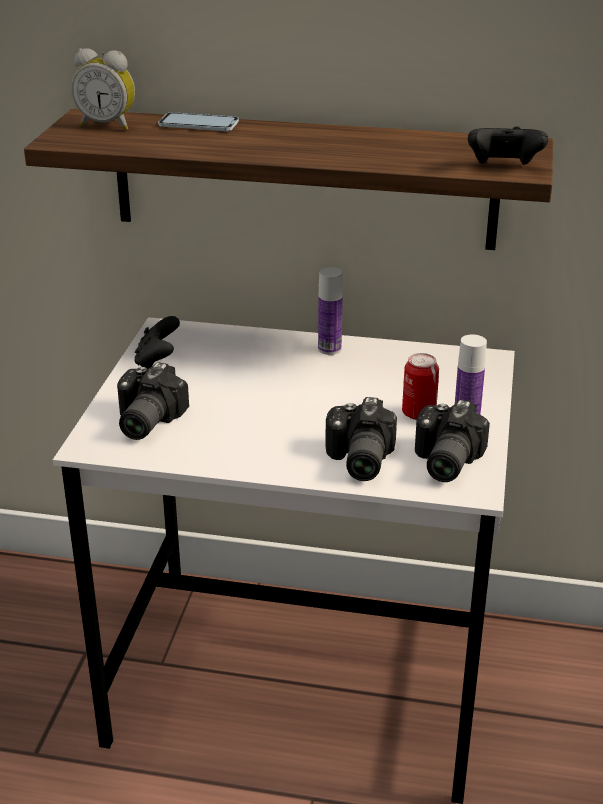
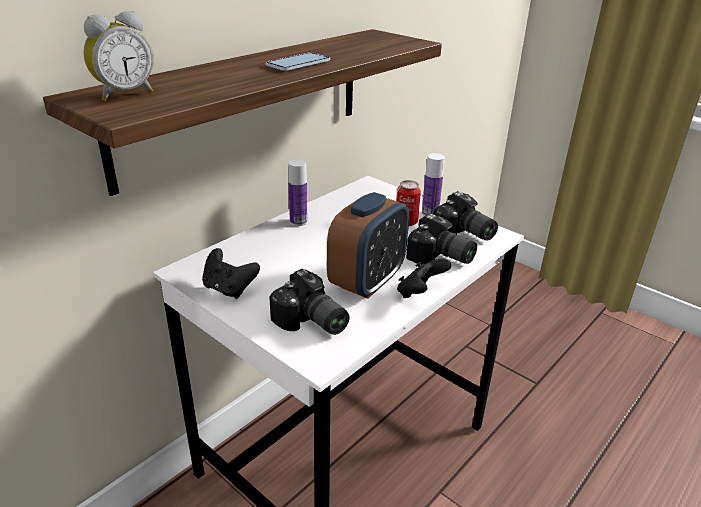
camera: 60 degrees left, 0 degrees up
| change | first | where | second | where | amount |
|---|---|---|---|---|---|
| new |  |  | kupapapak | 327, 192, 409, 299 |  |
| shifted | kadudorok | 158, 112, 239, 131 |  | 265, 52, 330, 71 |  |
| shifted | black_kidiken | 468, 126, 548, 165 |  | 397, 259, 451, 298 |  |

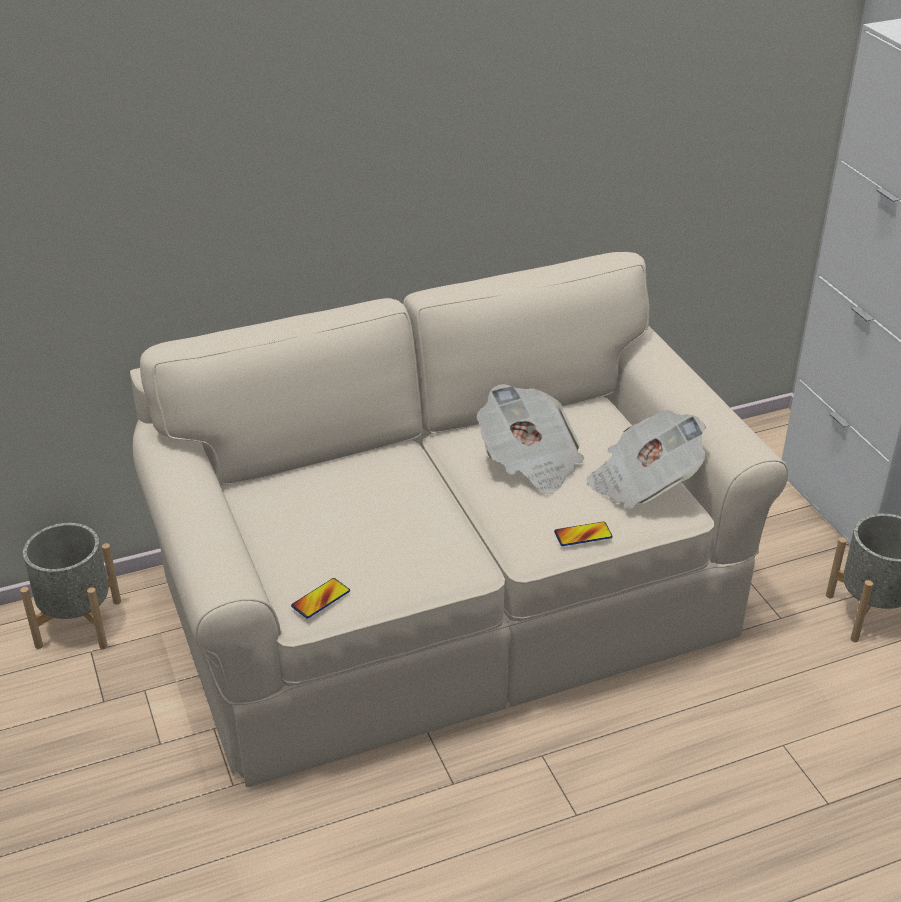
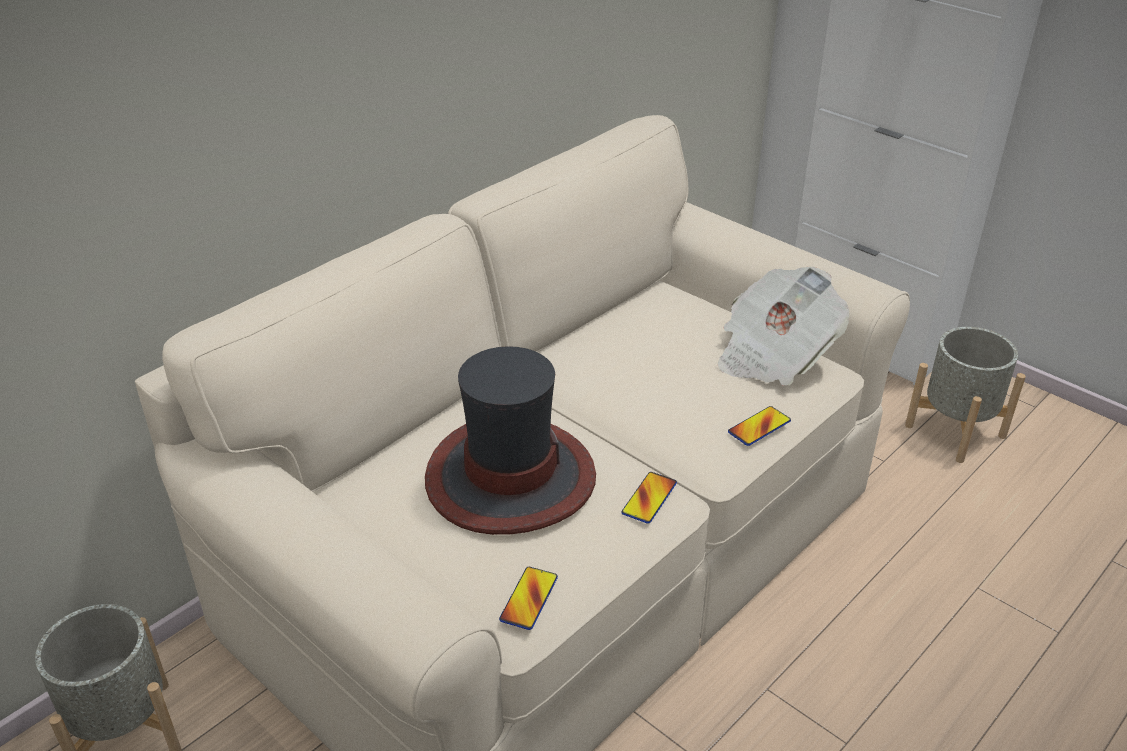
camera: 25 degrees left, 0 degrees up
| change | first | where | second | where | amount |
|---|---|---|---|---|---|
| gone | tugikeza | 477, 384, 585, 494 |  |  |  |
| new |  |  | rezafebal | 425, 346, 596, 535 |  |
| new |  |  | kadudorok | 621, 472, 677, 524 |  |

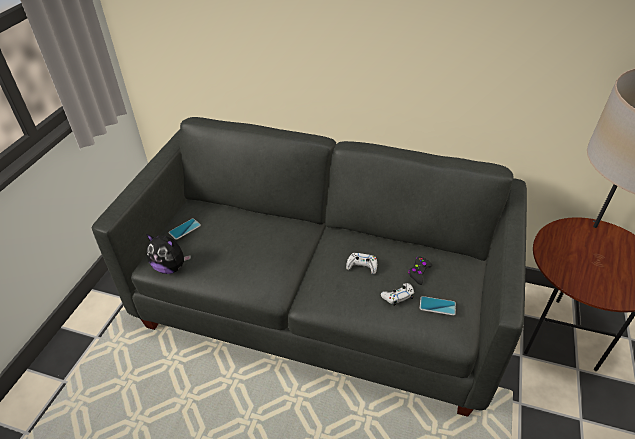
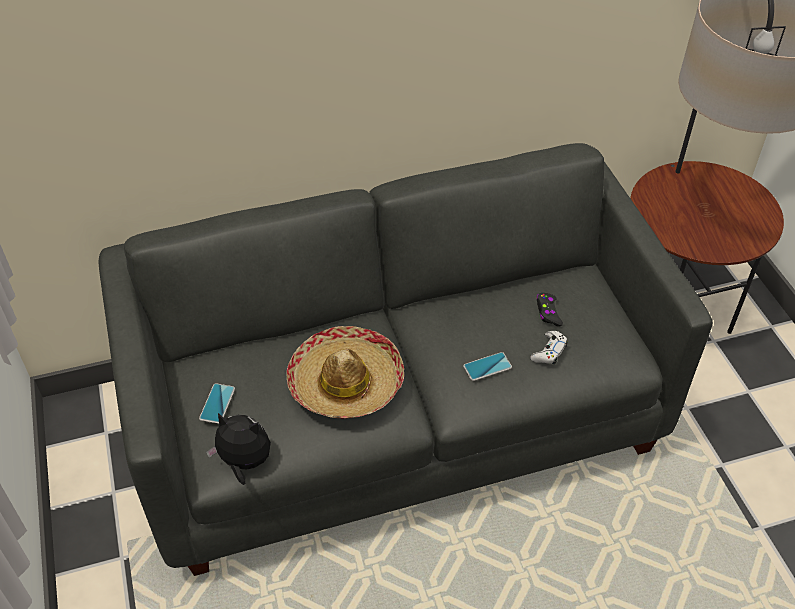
camera: 35 degrees left, 5 degrees up
| change | first | where | second | where | amount |
|---|---|---|---|---|---|
| gone | white_kidiken | 346, 253, 377, 274 |  |  |  |
| new |  |  | rezafebal | 286, 326, 404, 419 |  |
| shifted | kadudorok | 420, 296, 456, 315 |  | 463, 352, 512, 381 |  |
| rotated | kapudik | 146, 234, 191, 274 |  | 206, 413, 271, 485 | 150 degrees counterclockwise |

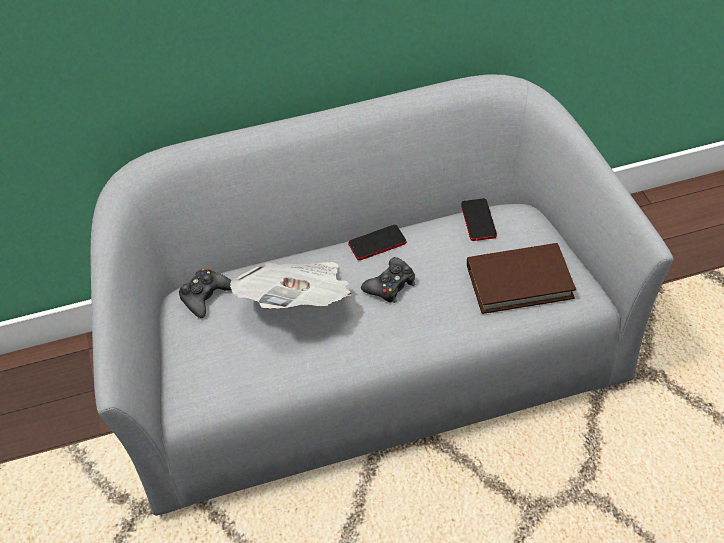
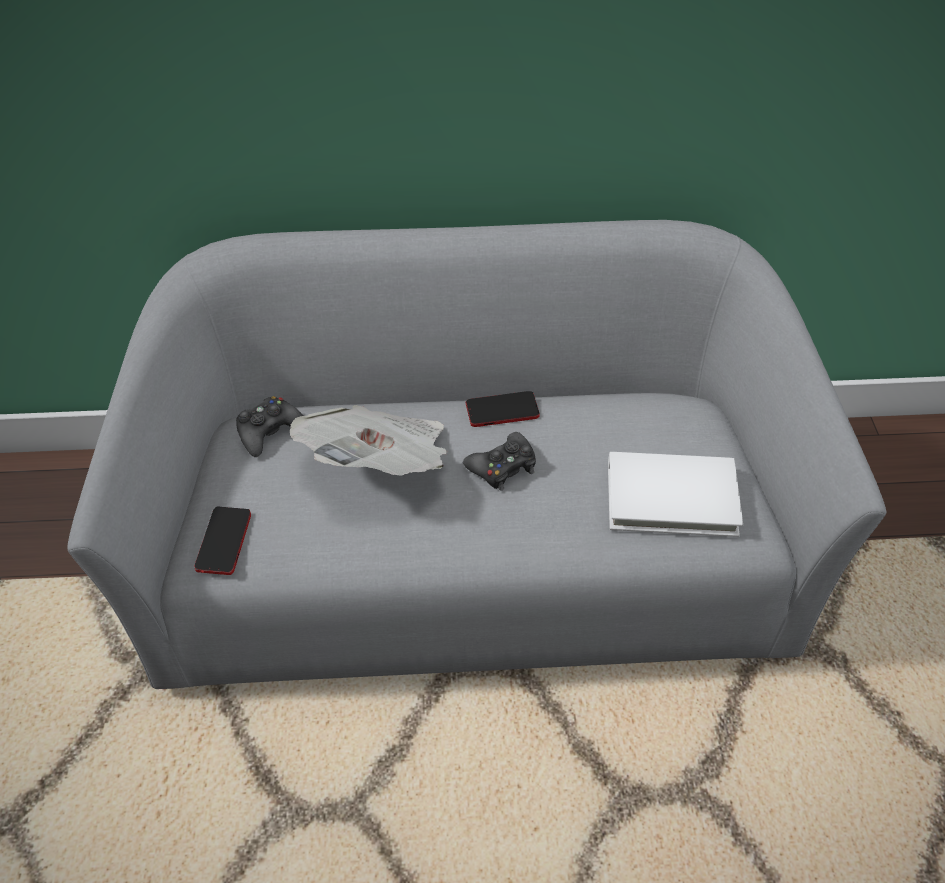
camera: 10 degrees right, 0 degrees up
| change | first | where | second | where | amount |
|---|---|---|---|---|---|
| shifted | kadudorok | 461, 198, 497, 241 |  | 195, 506, 251, 575 |  |
| repainted | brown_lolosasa | 467, 243, 576, 314 | white_lolosasa | 608, 452, 743, 537 |  |

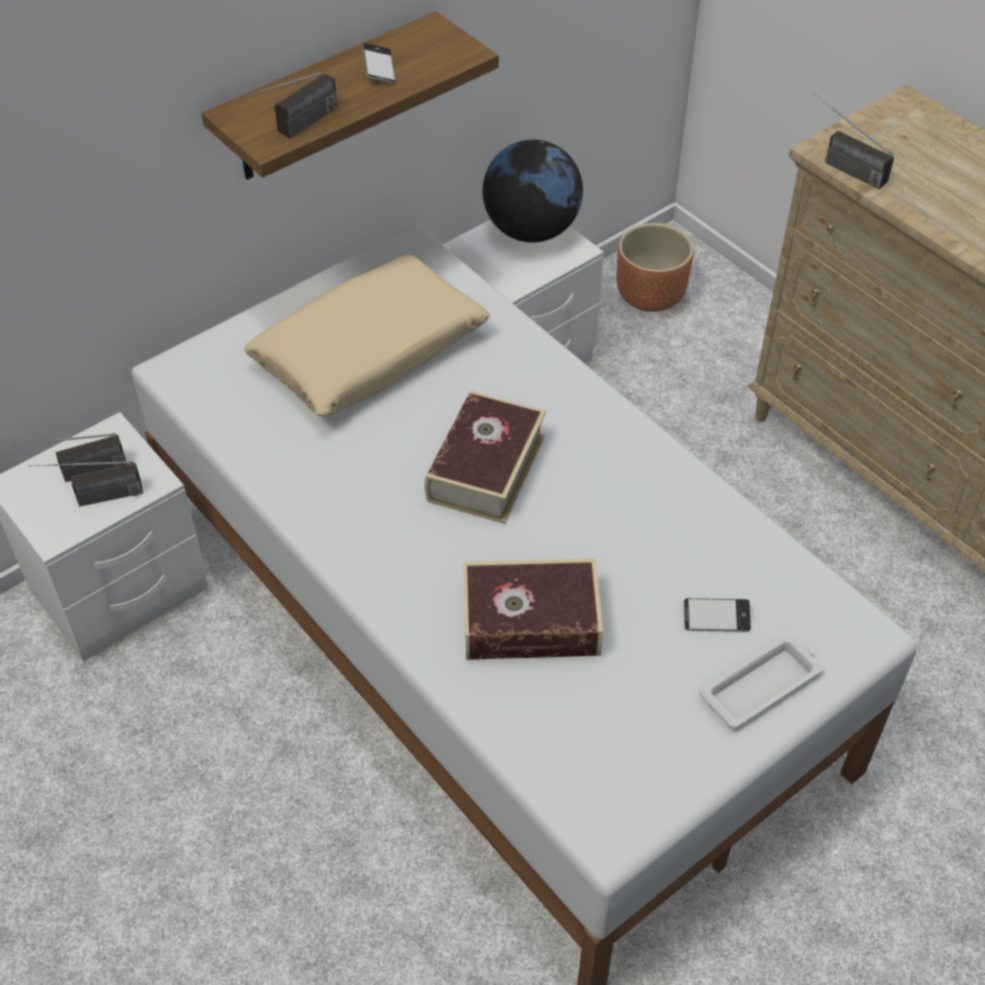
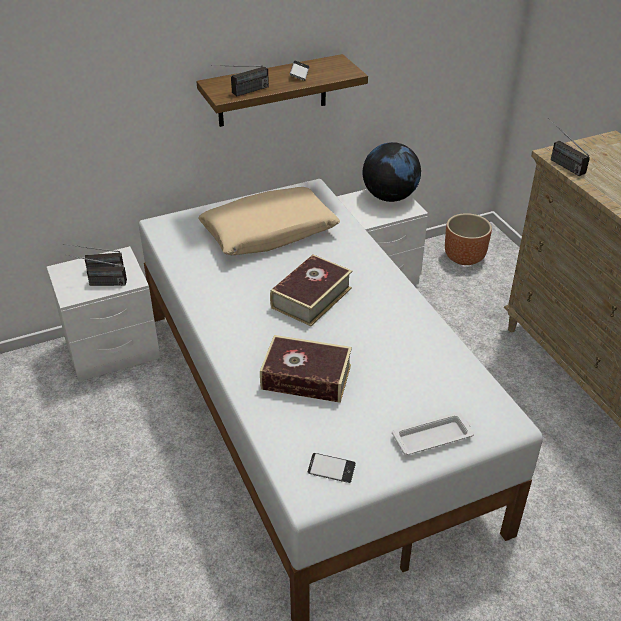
camera: 15 degrees right, 10 degrees down
| change | first | where | second | where | amount |
|---|---|---|---|---|---|
| shifted | kadudorok | 684, 598, 751, 631 |  | 308, 453, 356, 483 |  |

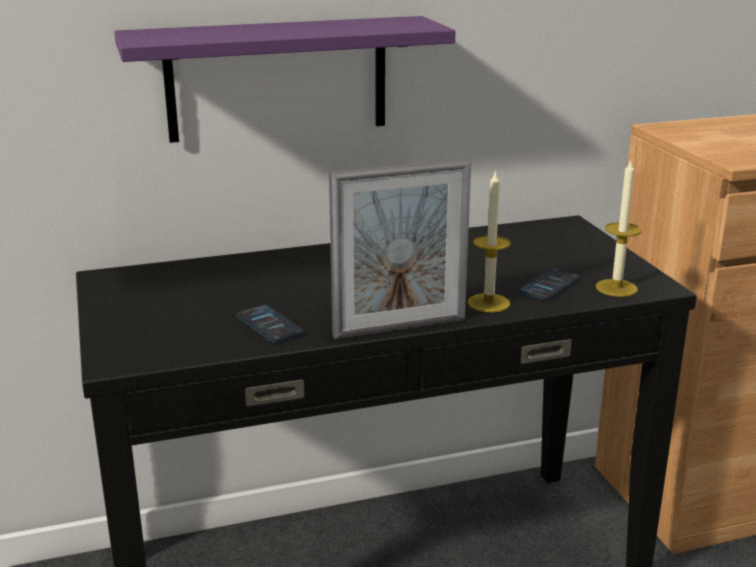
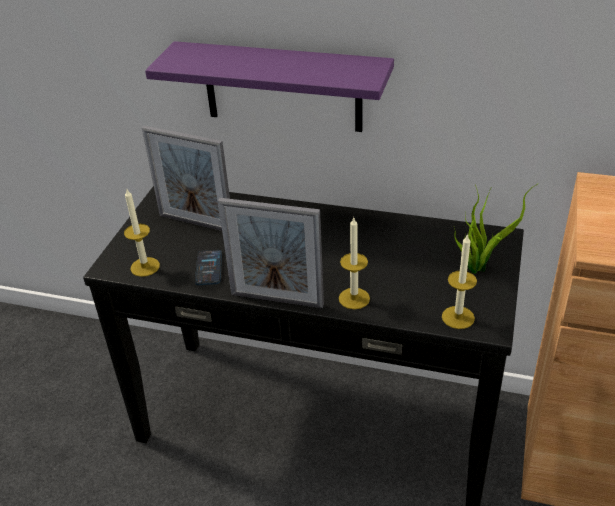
camera: 35 degrees right, 15 degrees up
| change | first | where | second | where | amount |
|---|---|---|---|---|---|
| gone | kadudorok | 519, 268, 580, 300 |  |  |  |
| new |  |  | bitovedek | 124, 189, 160, 277 |  |
| new |  |  | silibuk | 142, 126, 230, 231 |  |
| new |  |  | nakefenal | 454, 183, 539, 274 |  |

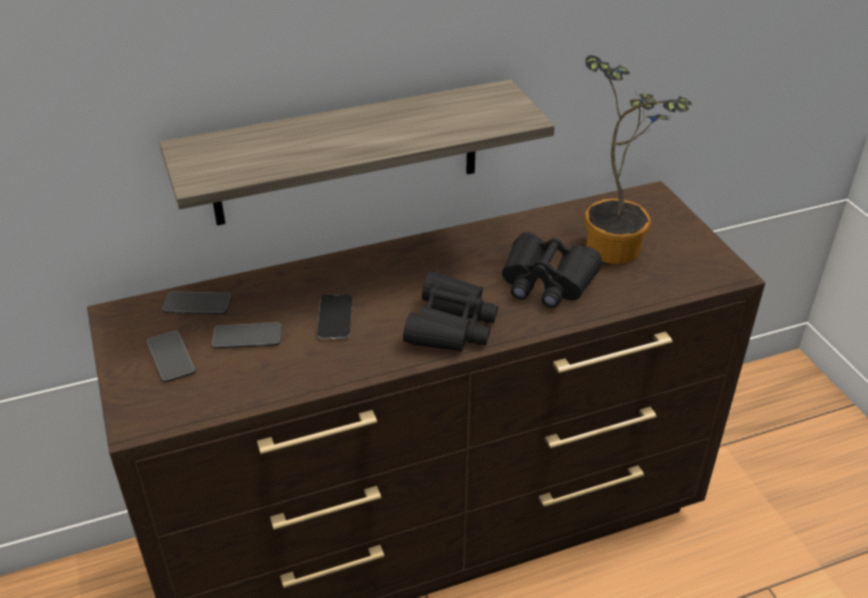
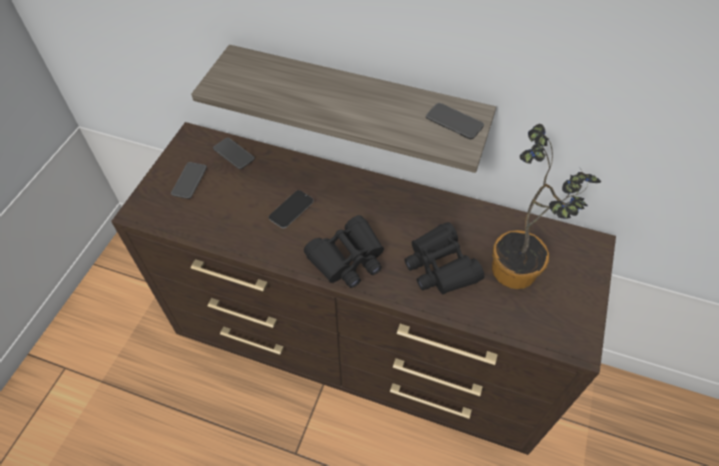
camera: 40 degrees right, 15 degrees up
| change | first | where | second | where | amount |
|---|---|---|---|---|---|
| shifted | kadudorok | 212, 322, 282, 349 |  | 426, 103, 484, 139 |  |

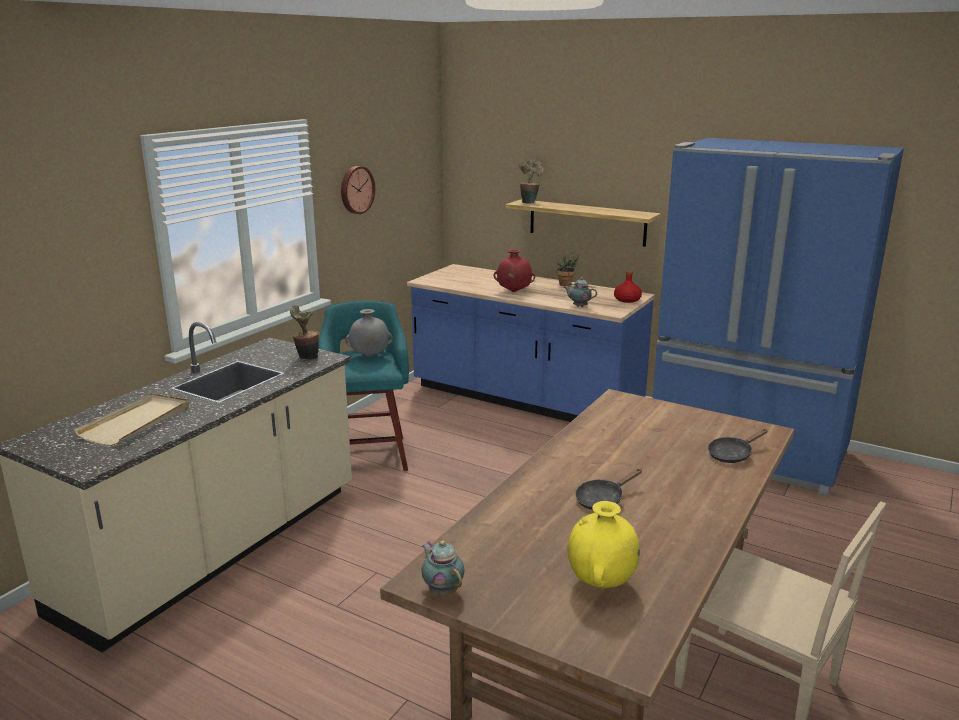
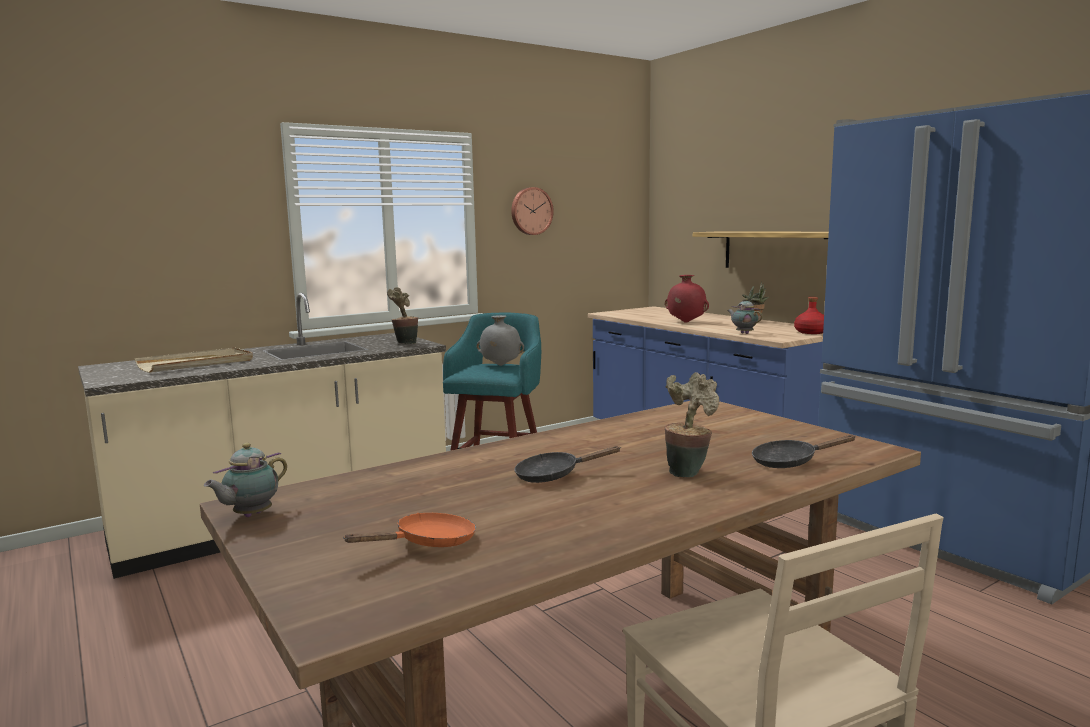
camera: 25 degrees right, 10 degrees down
| change | first | where | second | where | amount |
|---|---|---|---|---|---|
| shifted | nakefenal | 519, 160, 544, 204 |  | 665, 372, 720, 478 |  |
| swapped | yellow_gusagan | 567, 501, 640, 588 | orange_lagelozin | 343, 513, 476, 547 |  |
| rotated | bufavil | 422, 540, 464, 596 |  | 204, 443, 287, 517 | 135 degrees counterclockwise |

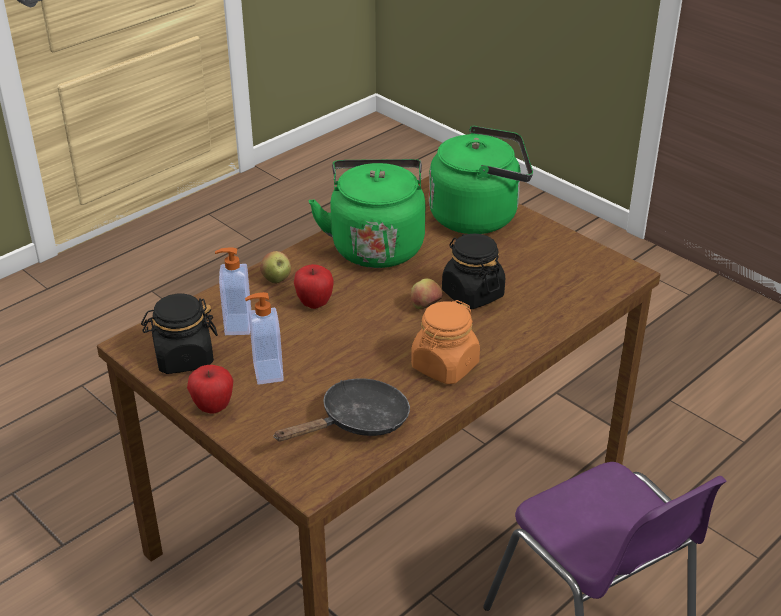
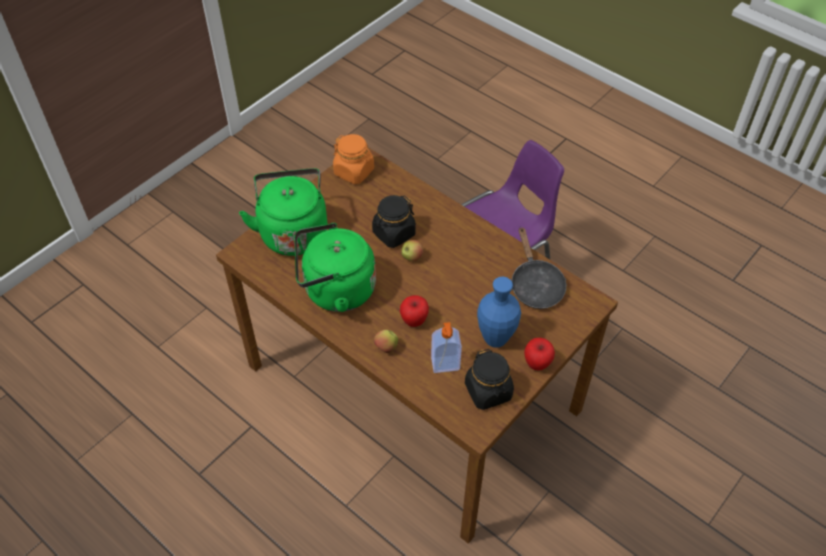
camera: 95 degrees left, 15 degrees up
| change | first | where | second | where | amount |
|---|---|---|---|---|---|
| shifted | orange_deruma | 411, 300, 480, 384 |  | 333, 134, 374, 184 |  |
| swapped | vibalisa | 245, 292, 284, 385 | blue_gusagan | 477, 277, 521, 348 |  |
| rotated | black_lagelozin | 273, 378, 410, 442 |  | 512, 228, 566, 309 | 150 degrees counterclockwise |

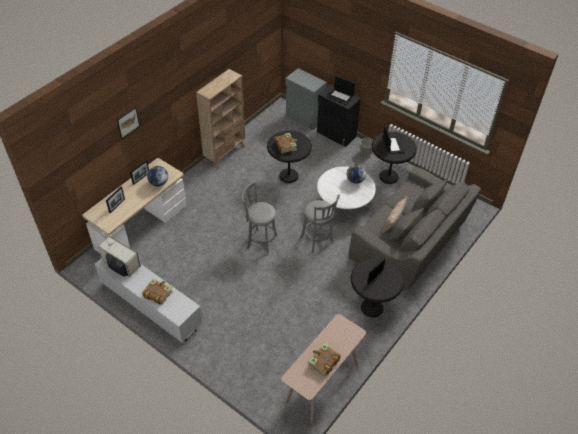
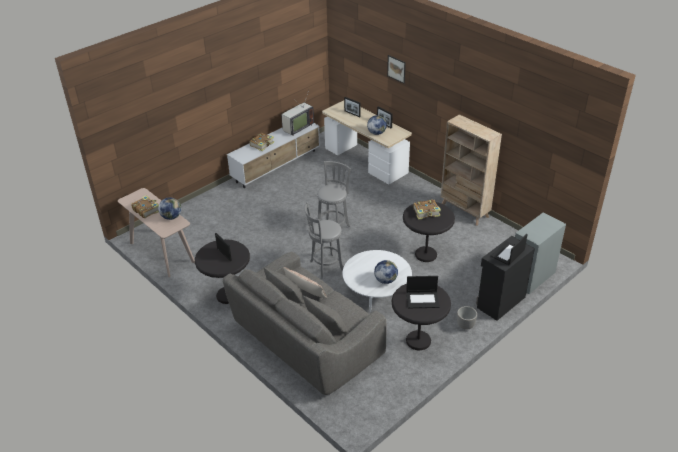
camera: 100 degrees right, 10 degrees down
| change | first | where | second | where | amount |
|---|---|---|---|---|---|
| new |  |  | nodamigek | 158, 197, 182, 220 |  |

